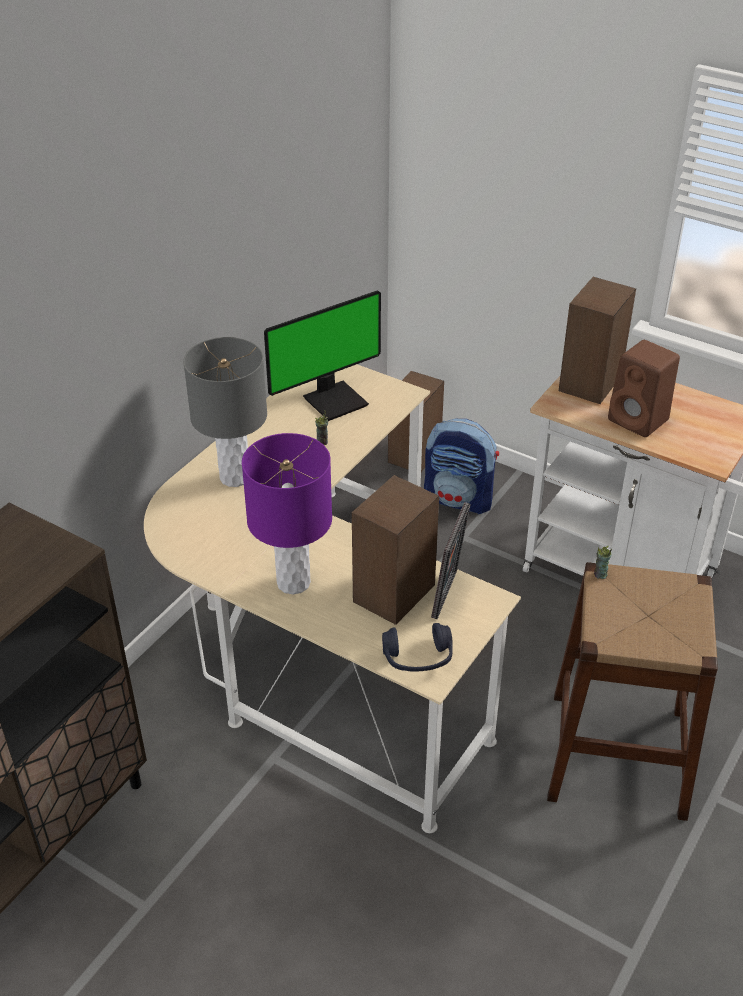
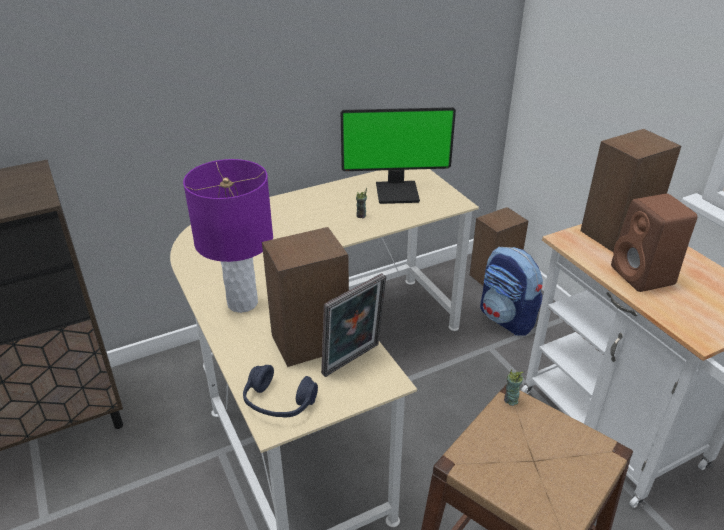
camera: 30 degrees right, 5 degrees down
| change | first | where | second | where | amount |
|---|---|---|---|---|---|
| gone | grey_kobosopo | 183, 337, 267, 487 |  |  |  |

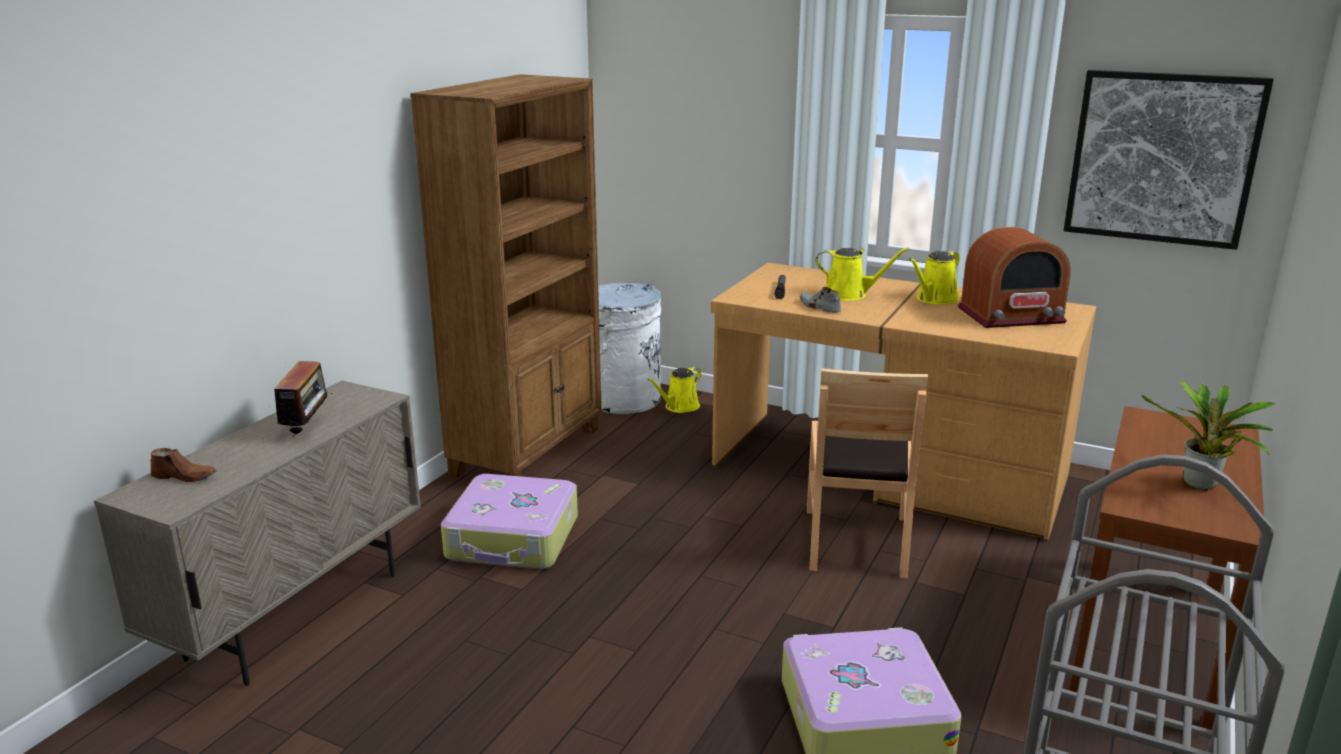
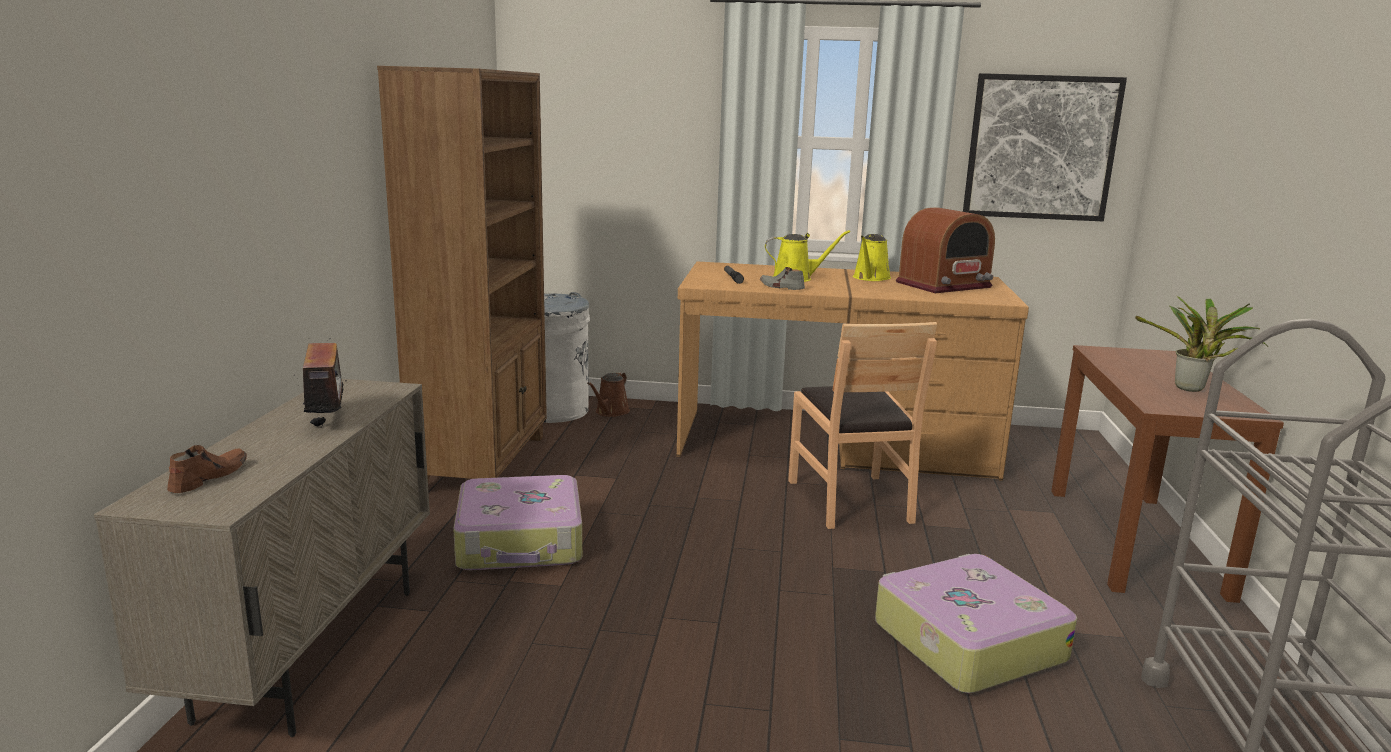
camera: 20 degrees left, 5 degrees down
| change | first | where | second | where | amount |
|---|---|---|---|---|---|
| repainted | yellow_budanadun | 647, 367, 701, 413 | brown_budanadun | 587, 372, 630, 417 |  |
| rotated | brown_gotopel | 150, 448, 217, 482 |  | 167, 445, 247, 493 | 60 degrees counterclockwise |

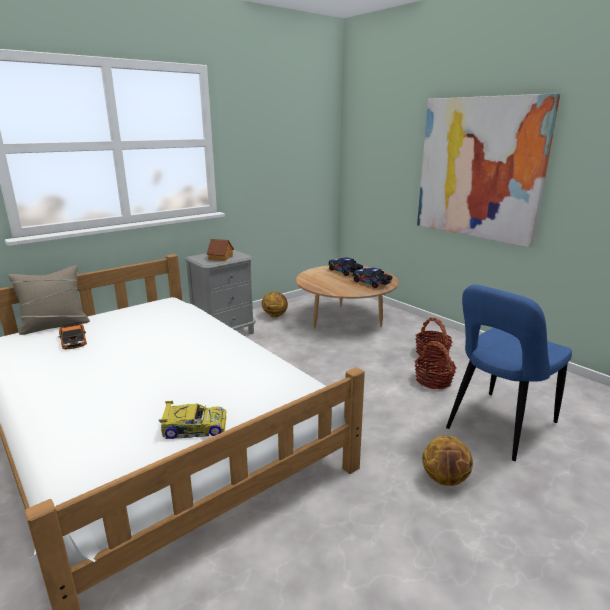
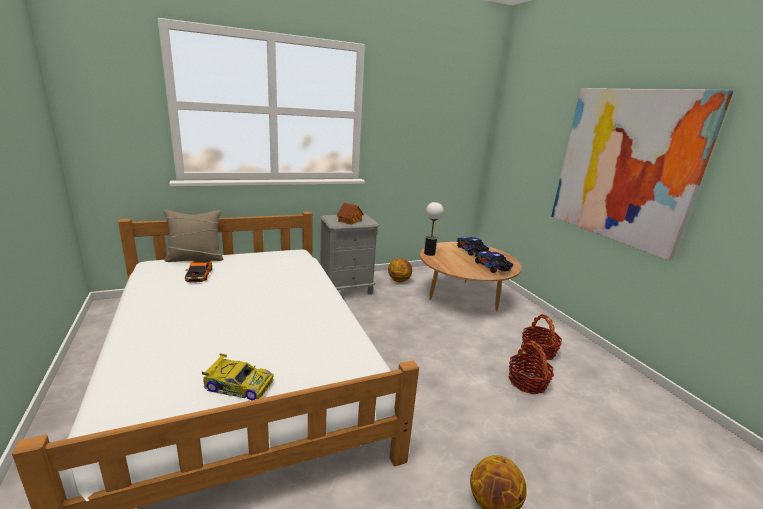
camera: 15 degrees right, 0 degrees up
| change | first | where | second | where | amount |
|---|---|---|---|---|---|
| gone | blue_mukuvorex | 446, 285, 572, 461 |  |  |  |
| new |  |  | kobosopo | 424, 202, 444, 256 |  |

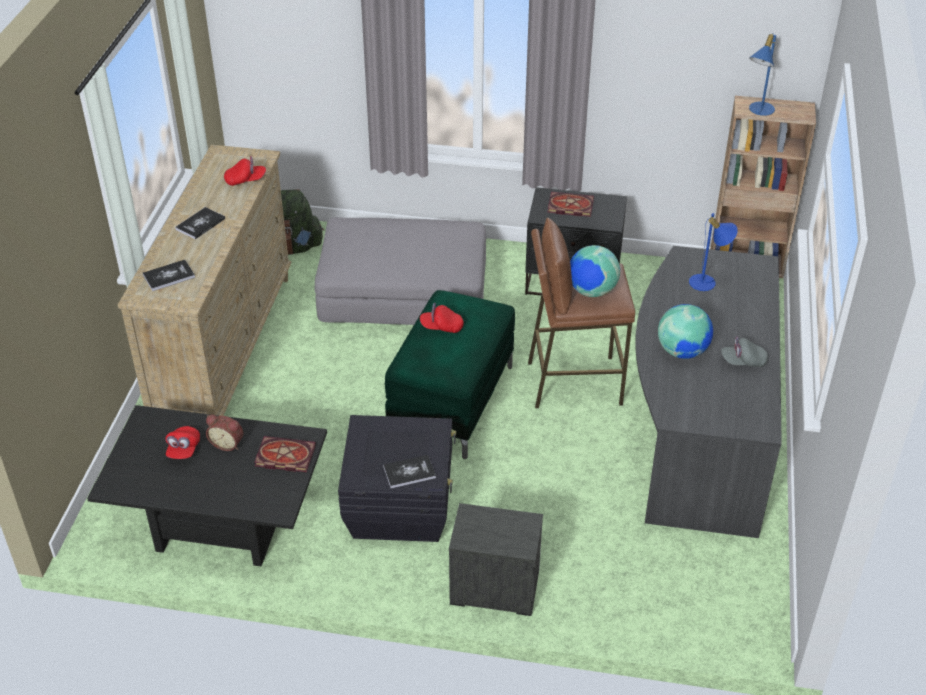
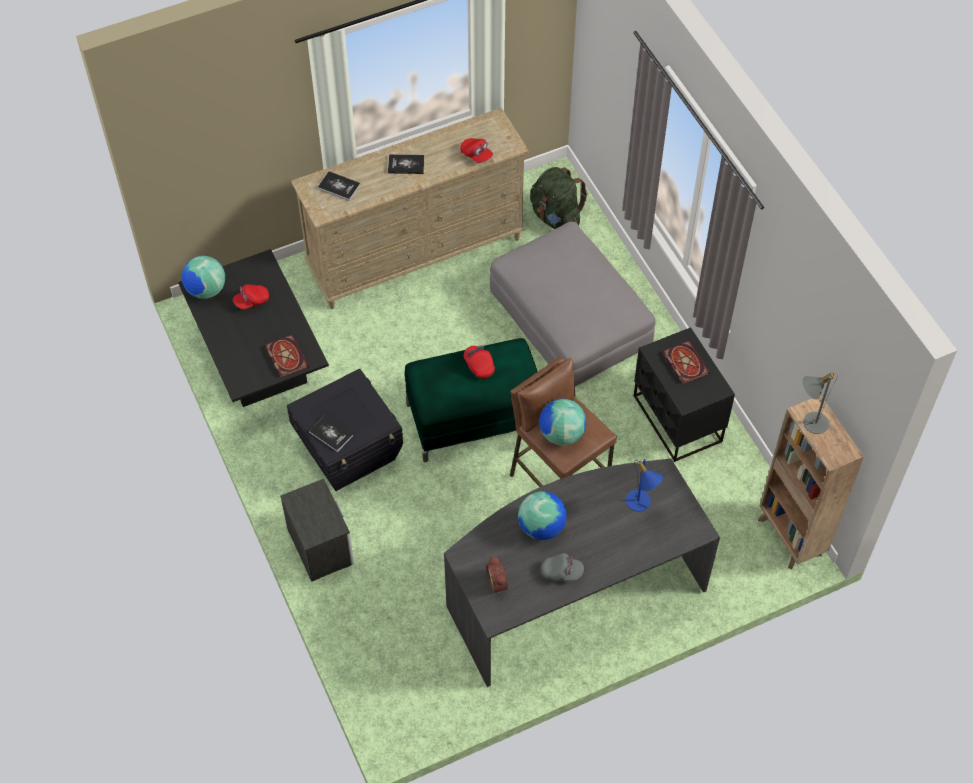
camera: 55 degrees right, 15 degrees up
| change | first | where | second | where | amount |
|---|---|---|---|---|---|
| new |  |  | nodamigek | 182, 256, 225, 299 |  |
| shifted | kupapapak | 206, 415, 244, 451 |  | 486, 556, 508, 594 |  |
| repainted | blue_kobosopo | 749, 33, 776, 116 | grey_kobosopo | 802, 373, 837, 434 |  |
| rotated | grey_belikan | 721, 336, 768, 367 |  | 541, 553, 584, 581 | 135 degrees clockwise |

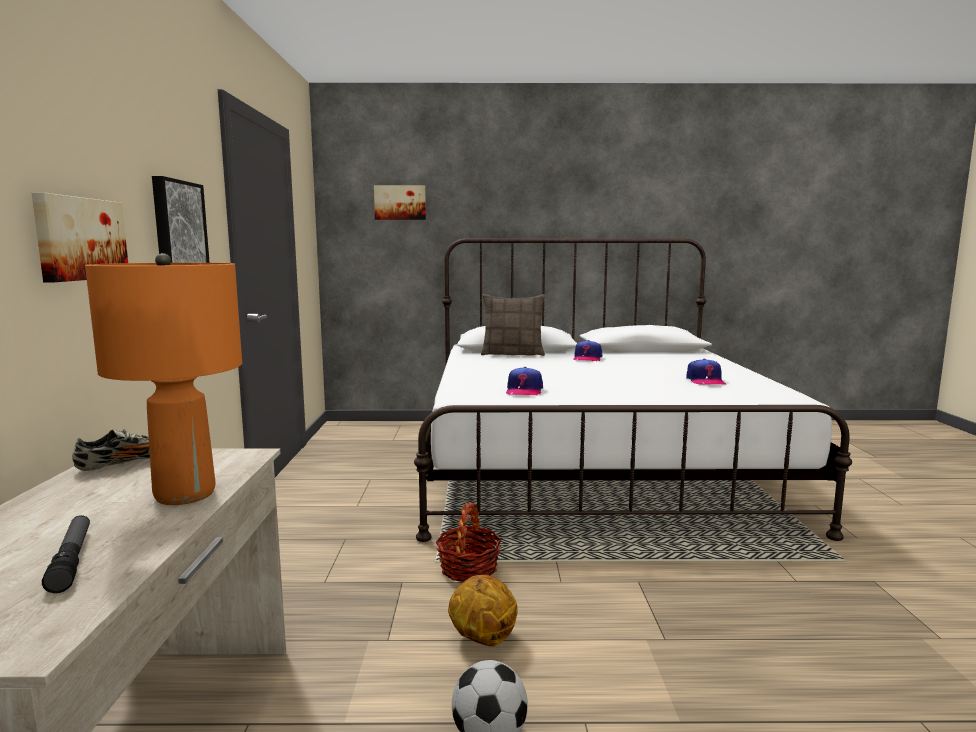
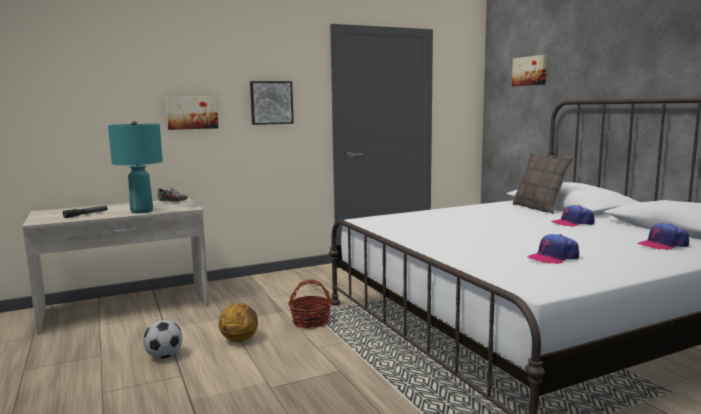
camera: 65 degrees right, 0 degrees up
| change | first | where | second | where | amount |
|---|---|---|---|---|---|
| shifted | belikan | 506, 367, 543, 395 |  | 637, 223, 689, 250 |  |
| repainted | orange_kobosopo | 85, 253, 242, 505 | turquoise_kobosopo | 108, 121, 163, 213 |  |

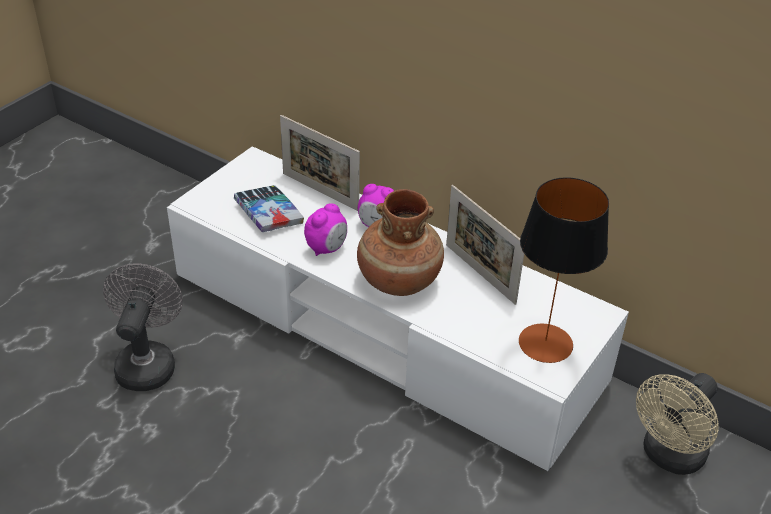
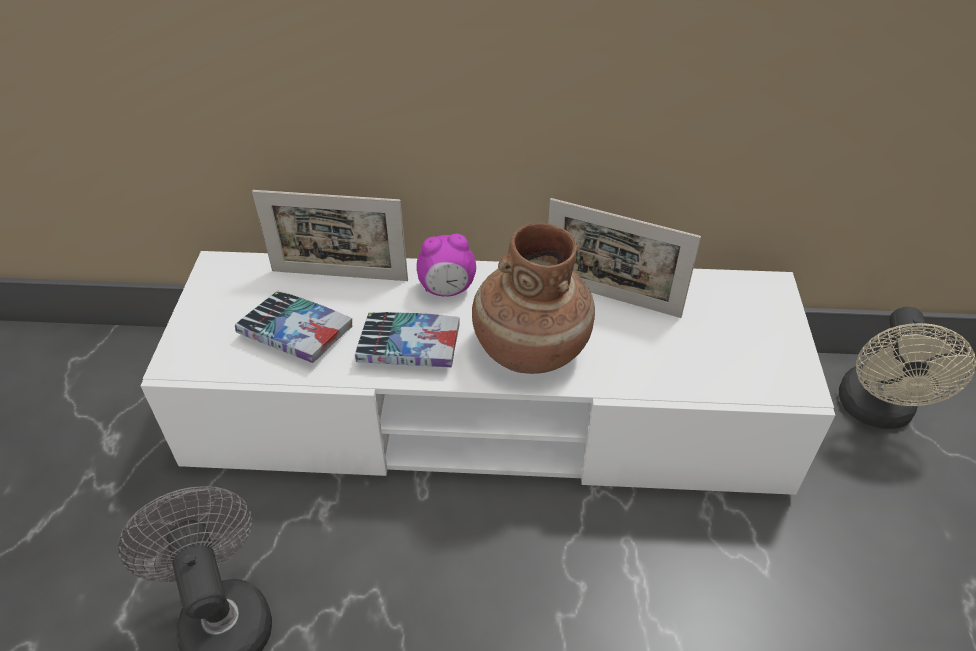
camera: 30 degrees left, 5 degrees up
| change | first | where | second | where | amount |
|---|---|---|---|---|---|
| gone | kobosopo | 519, 177, 609, 363 |  |  |  |
| swapped | kupapapak | 304, 203, 347, 256 | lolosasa | 355, 312, 459, 367 |  |

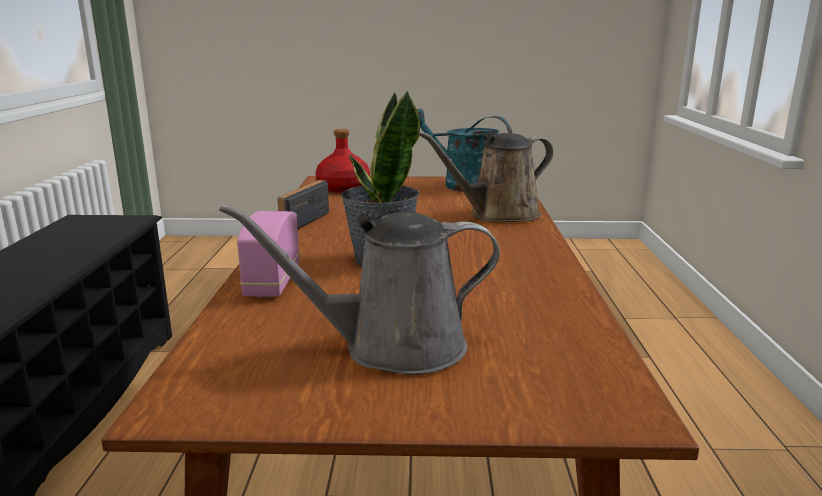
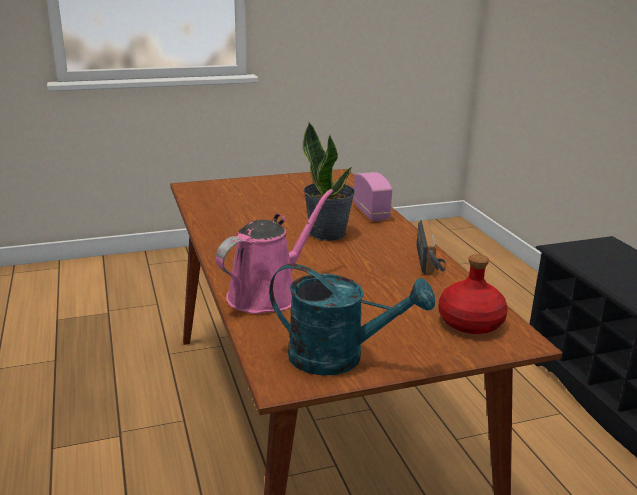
camera: 160 degrees right, 5 degrees up
| change | first | where | second | where | amount |
|---|---|---|---|---|---|
| gone | grey_budanadun | 219, 204, 500, 375 |  |  |  |
| repainted | brown_budanadun | 419, 131, 553, 222 | pink_budanadun | 216, 189, 333, 314 |  |

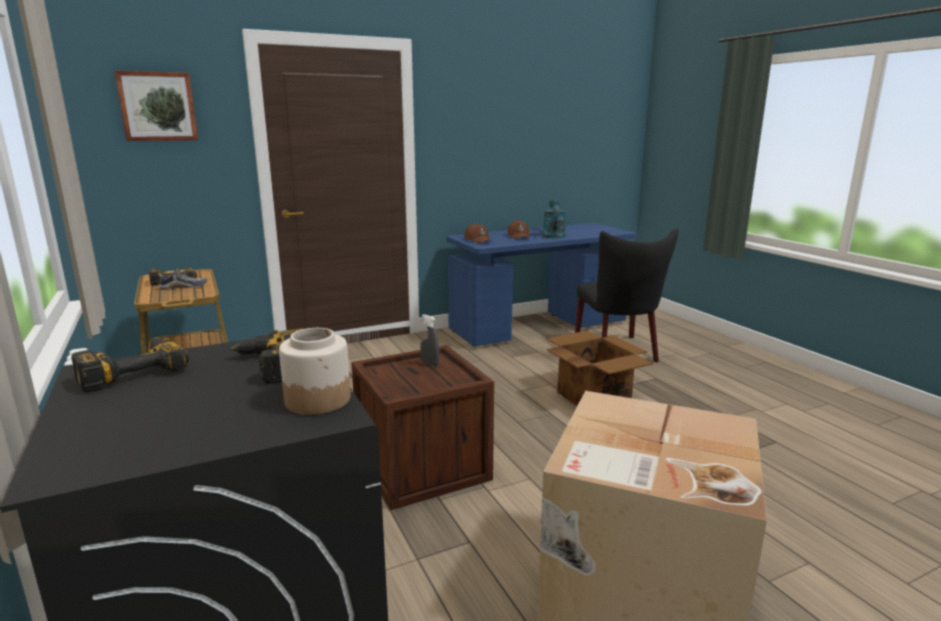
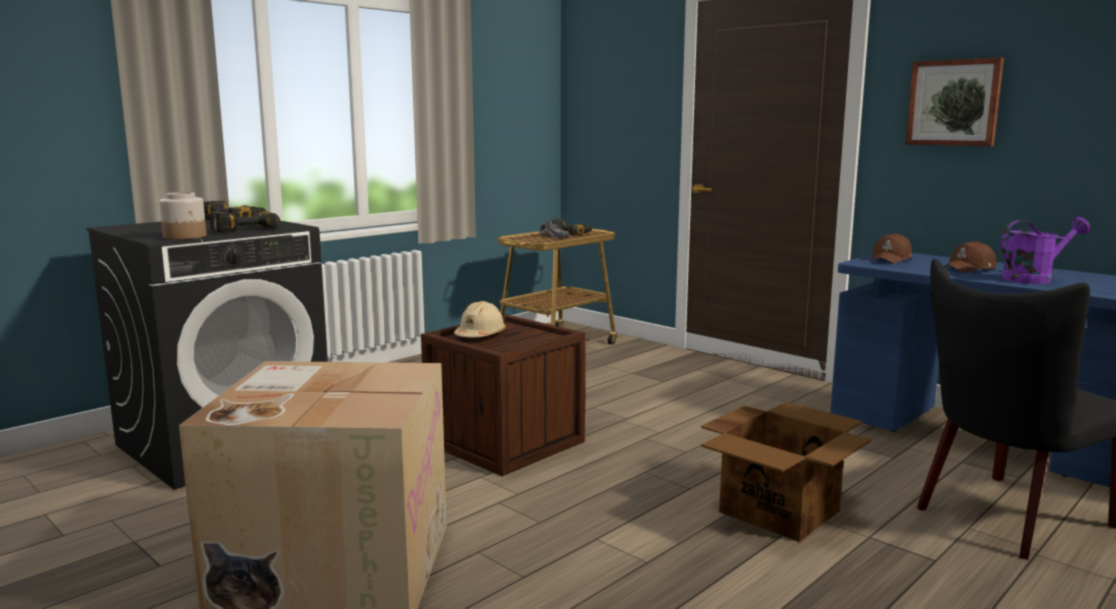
camera: 70 degrees right, 5 degrees down
| change | first | where | second | where | amount |
|---|---|---|---|---|---|
| gone | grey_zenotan | 421, 315, 440, 367 |  |  |  |
| new |  |  | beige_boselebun | 454, 301, 506, 337 |  |
| shifted | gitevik | 114, 70, 198, 141 |  | 905, 57, 1004, 146 |  |
| repainted | turquoise_budanadun | 542, 199, 567, 238 | purple_budanadun | 1001, 217, 1090, 284 |  |

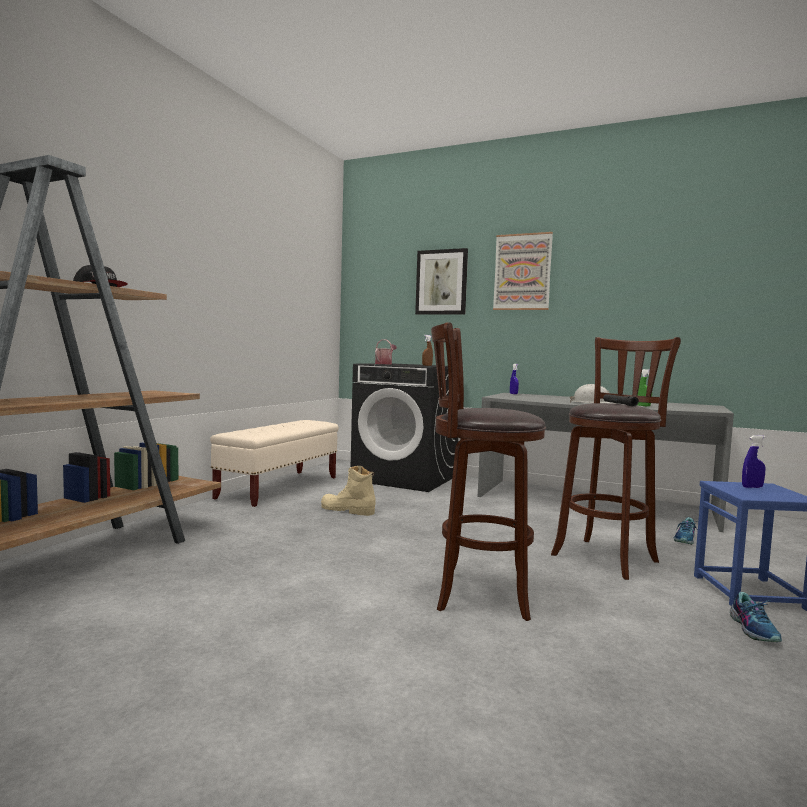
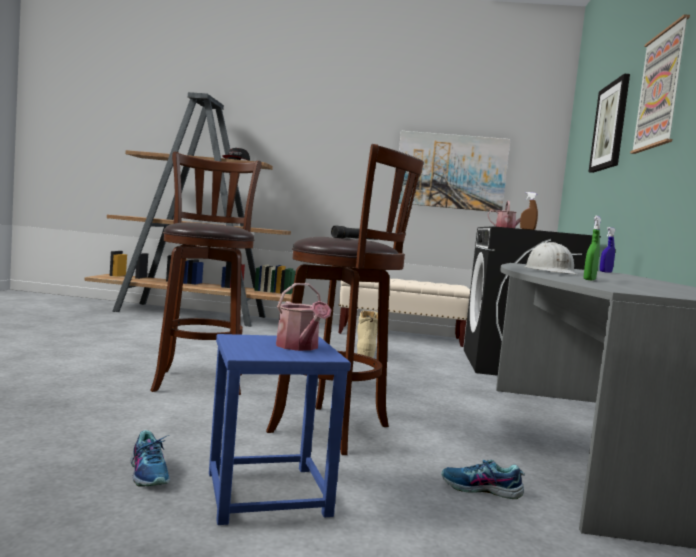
camera: 70 degrees right, 0 degrees up
| change | first | where | second | where | amount |
|---|---|---|---|---|---|
| new |  |  | gitevik | 399, 131, 510, 212 |  |
| swapped | blue_zenotan | 742, 435, 766, 488 | budanadun | 276, 283, 332, 351 |  |
| rotated | gotopel | 730, 592, 782, 642 |  | 130, 430, 170, 487 | 105 degrees counterclockwise |

